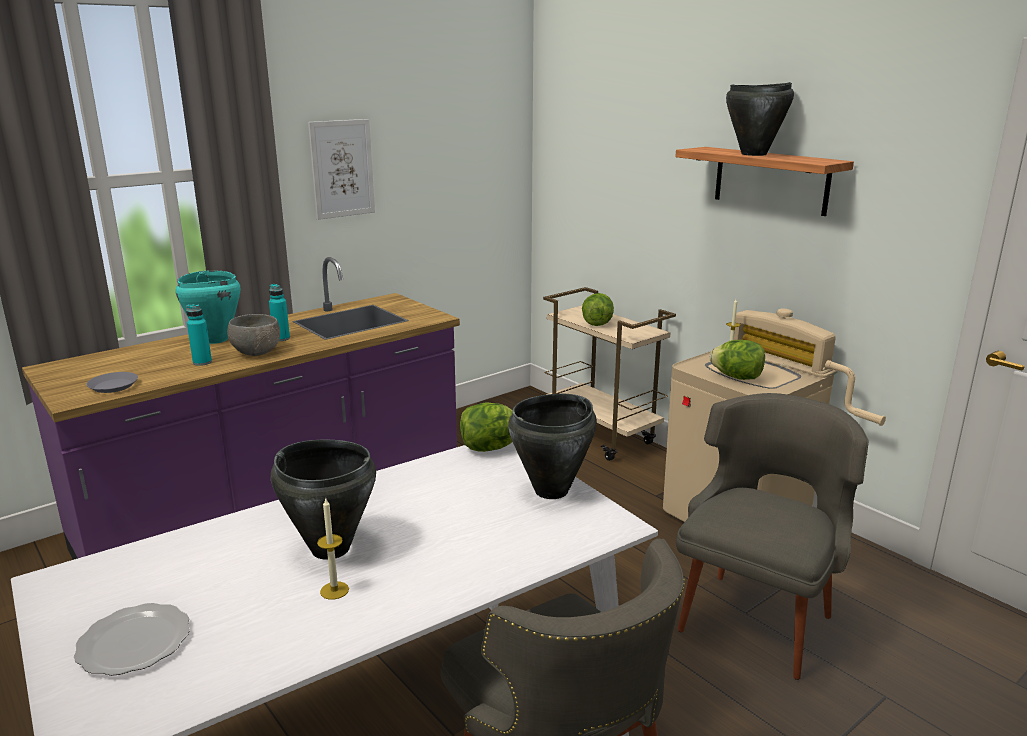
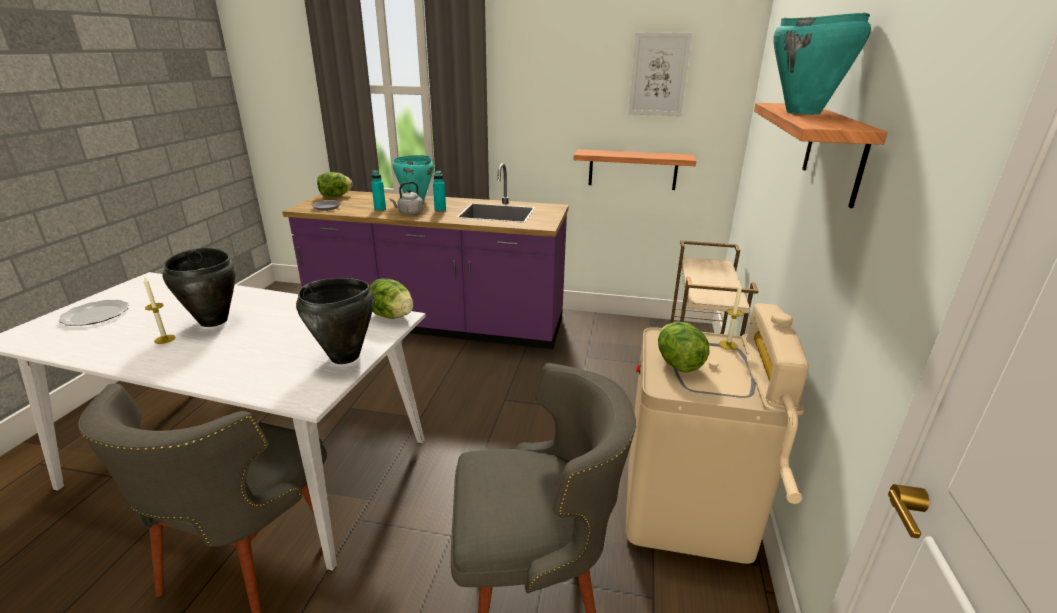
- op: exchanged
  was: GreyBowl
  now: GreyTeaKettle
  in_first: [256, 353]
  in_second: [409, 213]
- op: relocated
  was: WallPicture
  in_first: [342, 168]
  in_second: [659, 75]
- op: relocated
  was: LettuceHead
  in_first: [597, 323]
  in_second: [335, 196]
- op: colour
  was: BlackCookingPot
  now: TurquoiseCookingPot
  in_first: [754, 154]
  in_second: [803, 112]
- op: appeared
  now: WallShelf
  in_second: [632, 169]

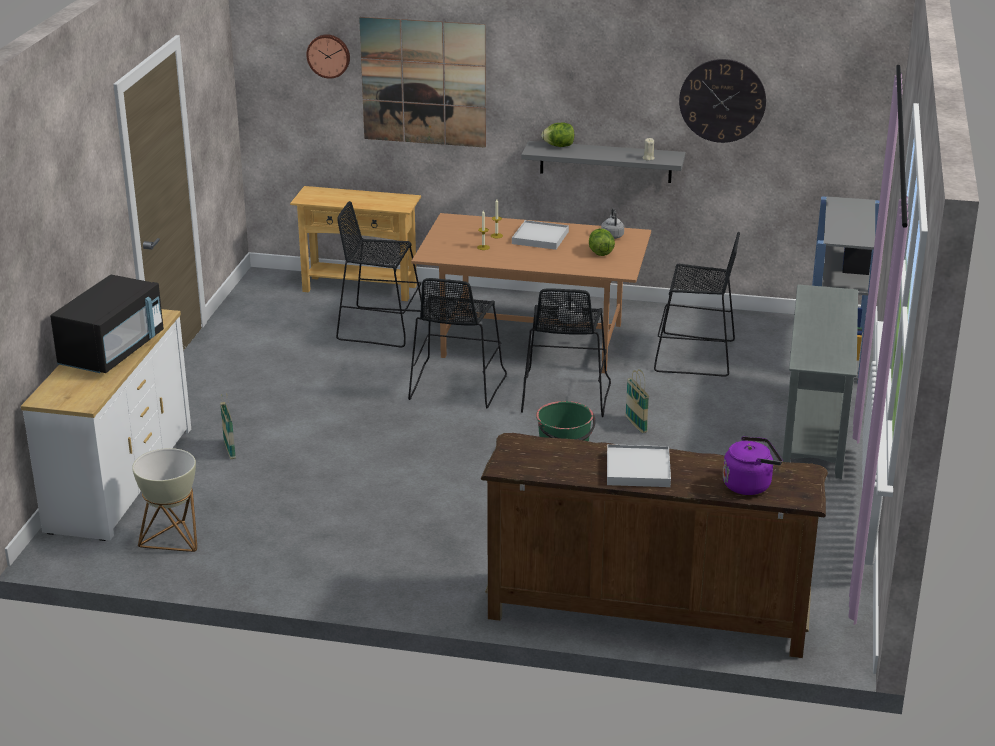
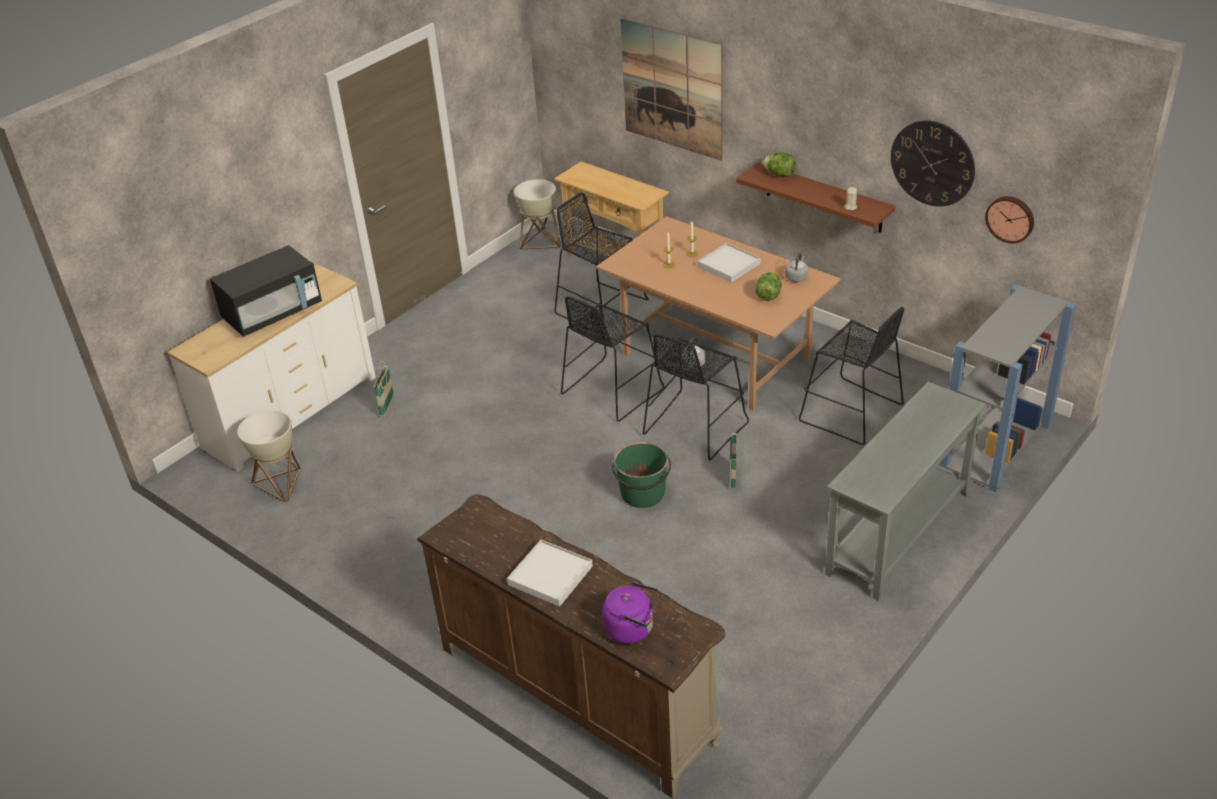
- op: relocated
  was: WallClock
  in_first: [329, 55]
  in_second: [1010, 218]
- op: colour
  was: GreyWallShelf
  now: BrownWallShelf
  in_first: [605, 162]
  in_second: [823, 198]
- op: appeared
  now: FlowerPot
  in_second: [540, 241]

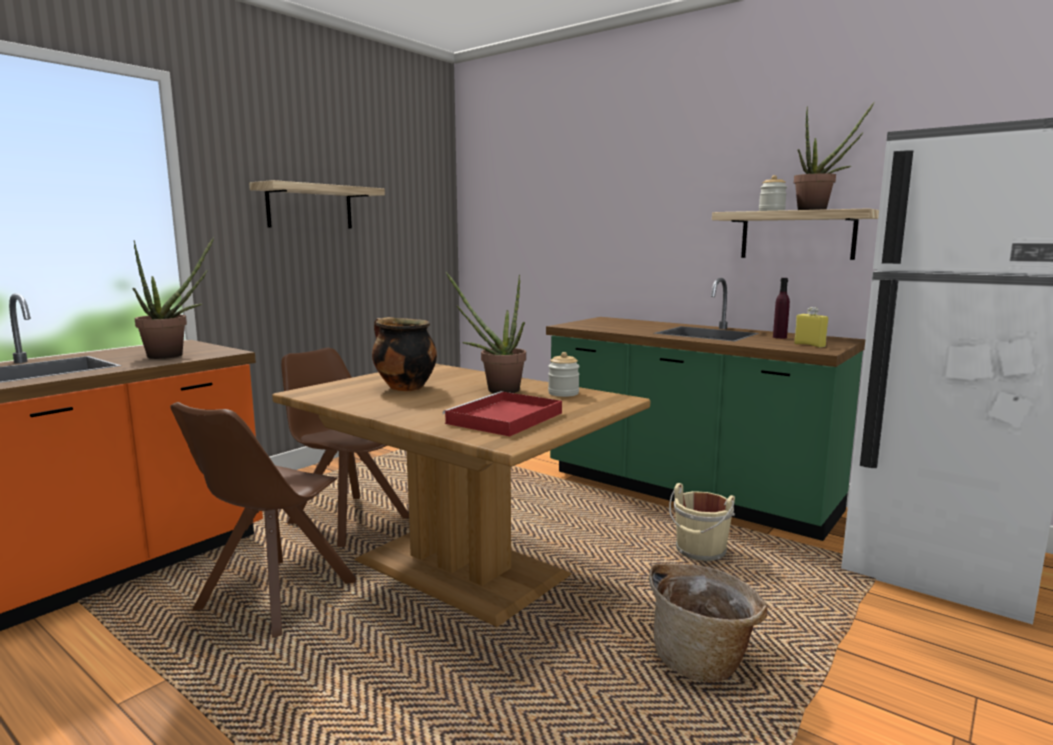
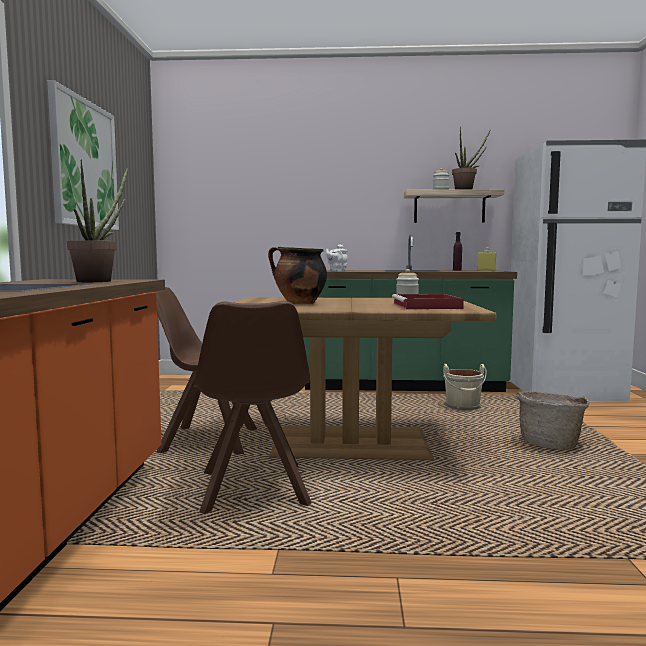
- op: exchanged
  was: WallShelf
  now: WallPicture
  in_first: [310, 207]
  in_second: [84, 164]
- op: missing
  was: PlantInAPot
  in_first: [496, 390]
- op: appeared
  now: WhiteColouredPotForTea
  in_second: [337, 271]

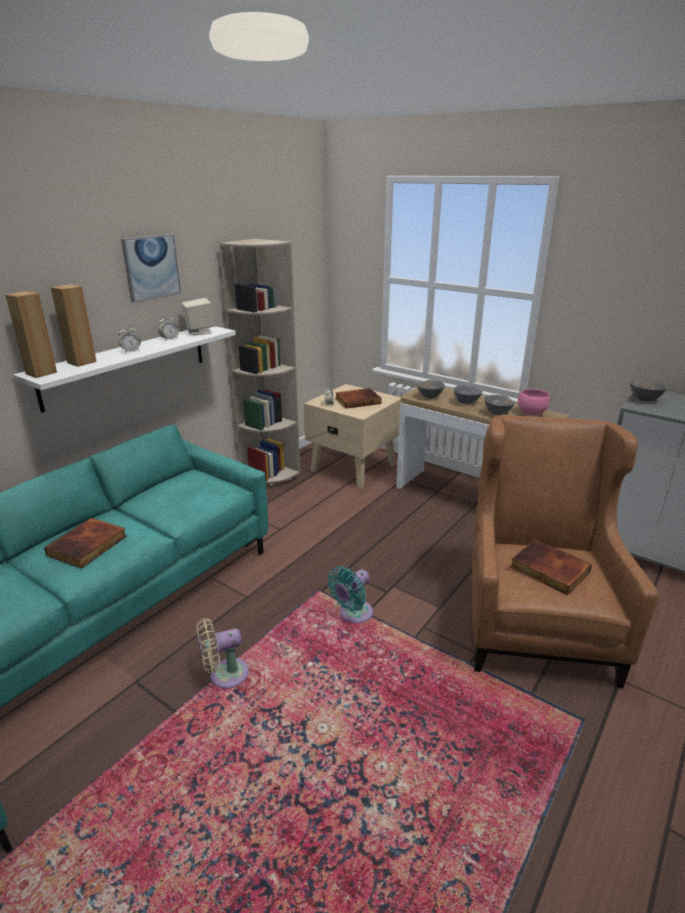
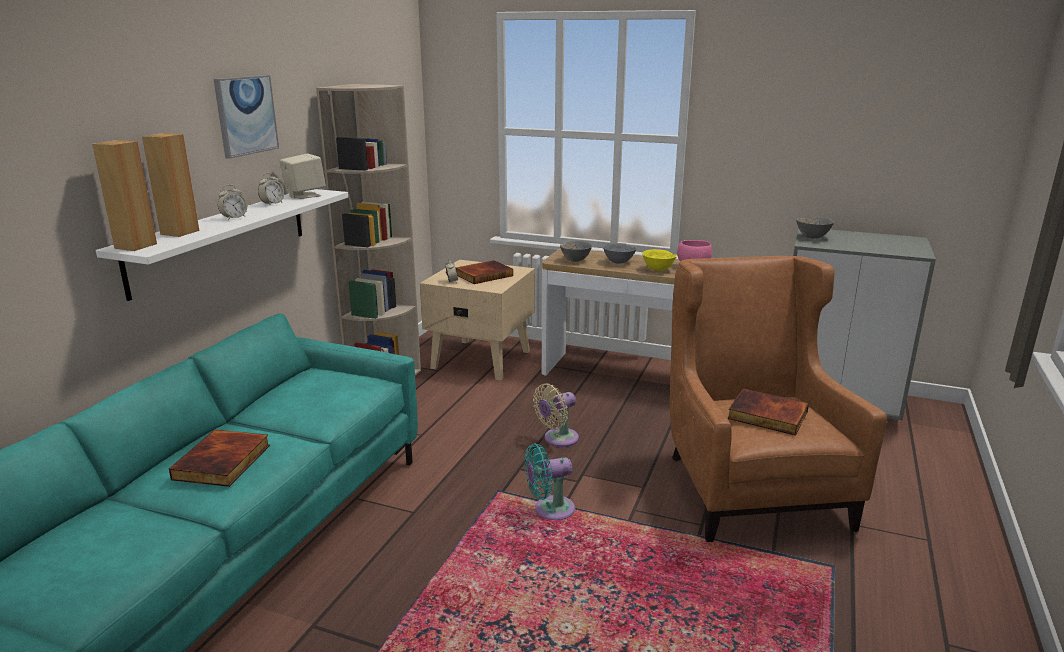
- op: relocated
  was: SandColouredCoolingFan
  in_first: [225, 675]
  in_second: [558, 439]
- op: spun
  was: TurquoiseCoolingFan
  in_first: [353, 614]
  in_second: [550, 510]
  clockwise: 45
- op: colour
  was: GreyBowl
  now: YellowishBowl
  in_first: [497, 413]
  in_second: [658, 269]

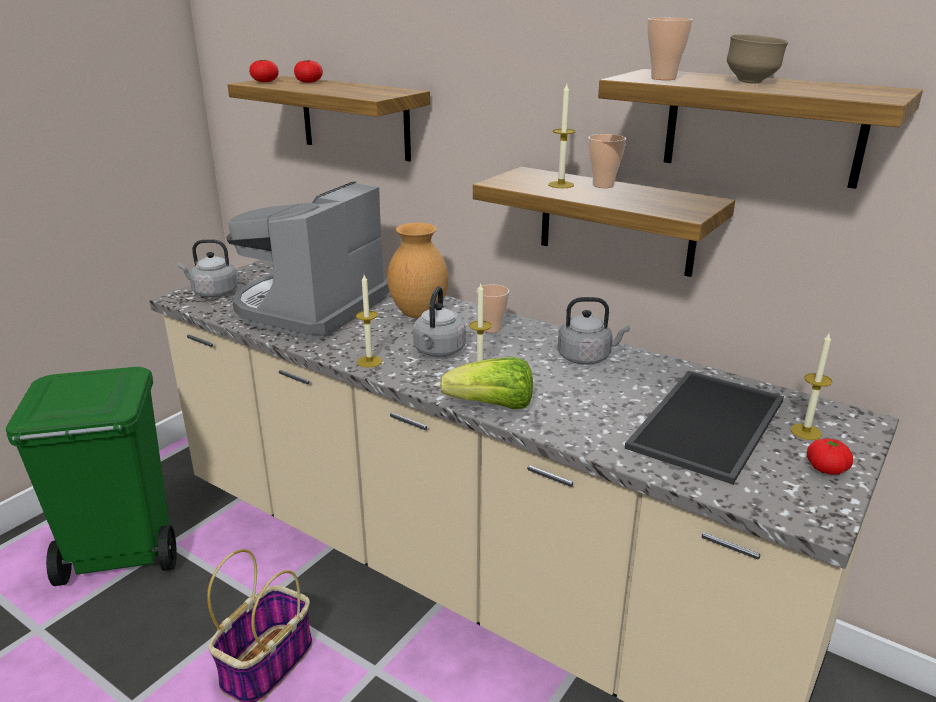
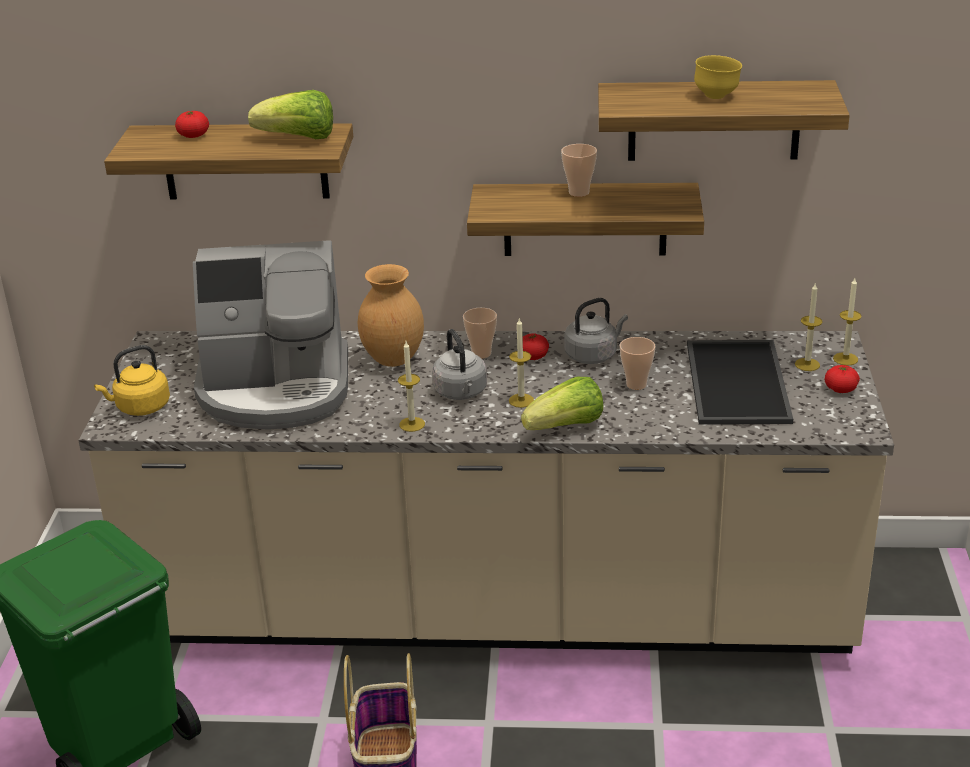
- op: colour
  was: GreyTeaKettle
  now: YellowishTeaKettle
  in_first: [213, 293]
  in_second: [140, 407]
- op: spun
  was: CoffeeMaker
  in_first: [310, 308]
  in_second: [276, 390]
  clockwise: -90
- op: relocated
  was: Tomato
  in_first: [265, 82]
  in_second: [533, 356]
- op: relocated
  was: Candle
  in_first: [561, 185]
  in_second: [845, 359]
- op: relocated
  was: Cup
  in_first: [663, 78]
  in_second: [636, 384]
- op: colour
  was: BrownBowl
  now: YellowishBowl
  in_first: [752, 82]
  in_second: [716, 96]
- op: appeared
  now: LettuceHead
  in_second: [298, 138]

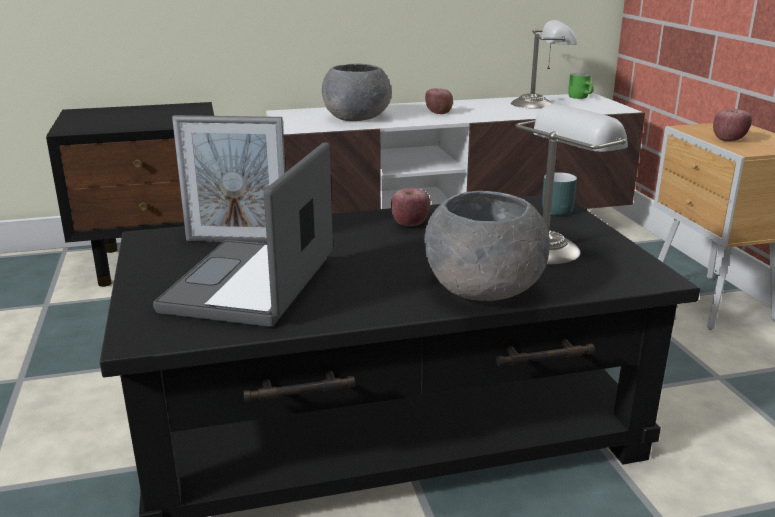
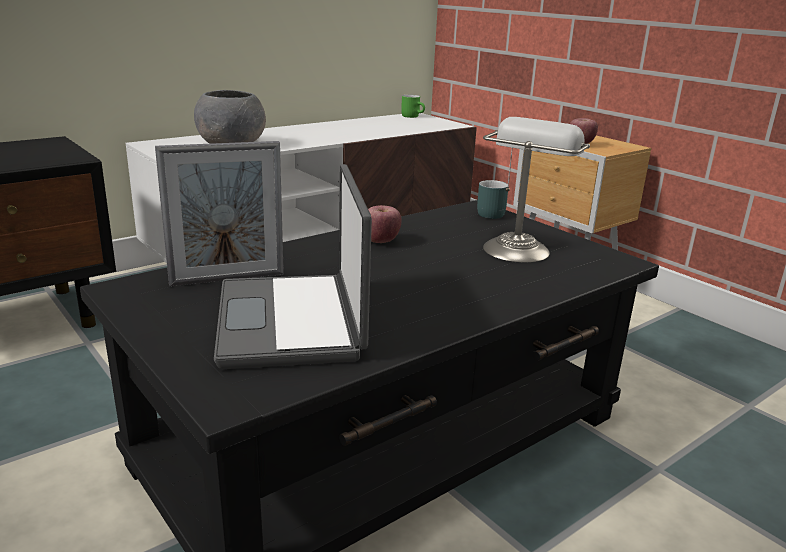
- op: missing
  was: GreyBowl
  in_first: [483, 290]
- op: missing
  was: Apple
  in_first: [438, 113]
- op: missing
  was: WhiteColouredTableLamp
  in_first: [541, 103]

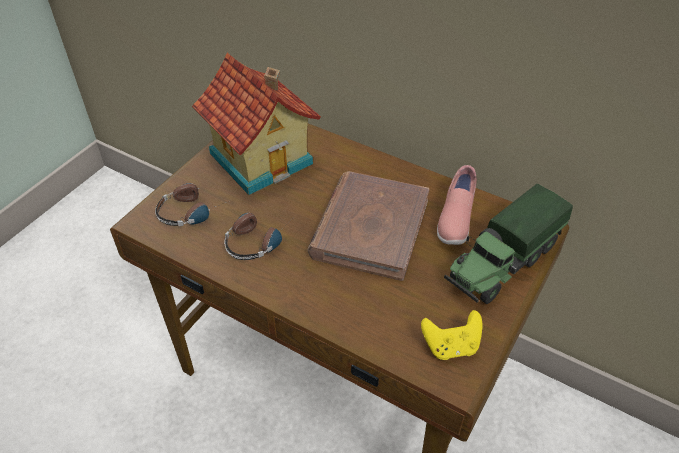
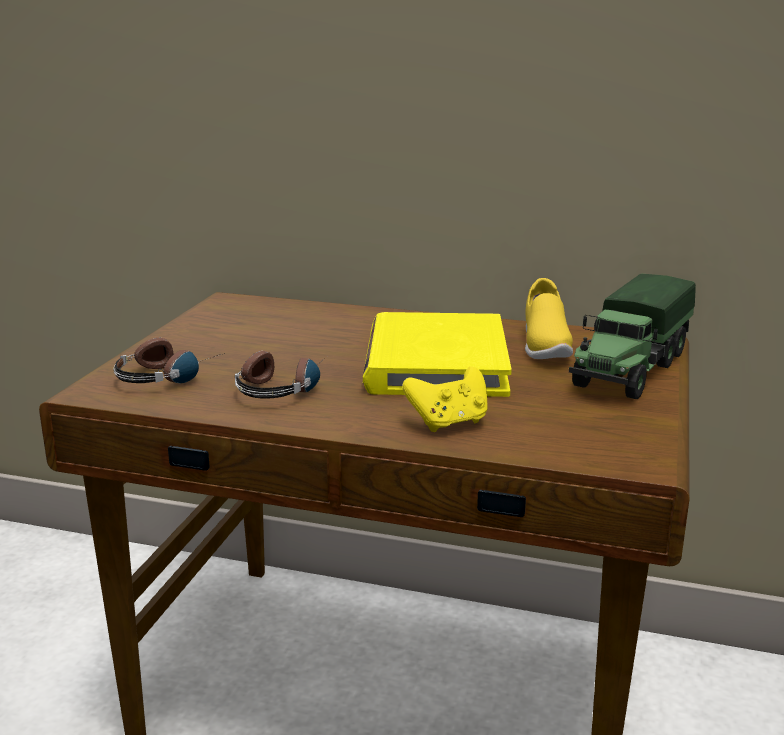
- op: missing
  was: ModelHouse
  in_first: [263, 157]
- op: colour
  was: BrownBoundBook
  now: YellowishBoundBook
  in_first: [370, 228]
  in_second: [435, 363]
- op: relocated
  was: YellowishJoypad
  in_first: [451, 346]
  in_second: [449, 423]
- op: colour
  was: PinkShoe
  now: YellowishShoe
  in_first: [455, 219]
  in_second: [544, 346]

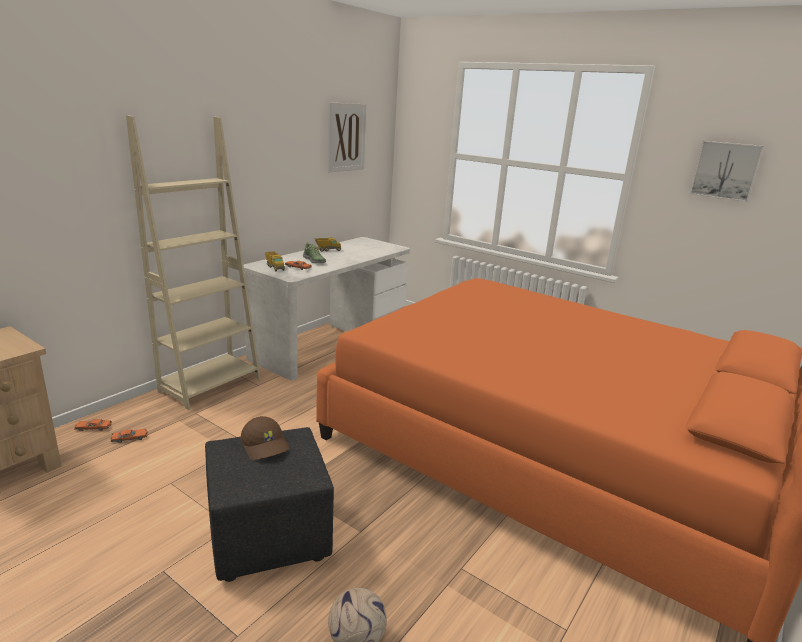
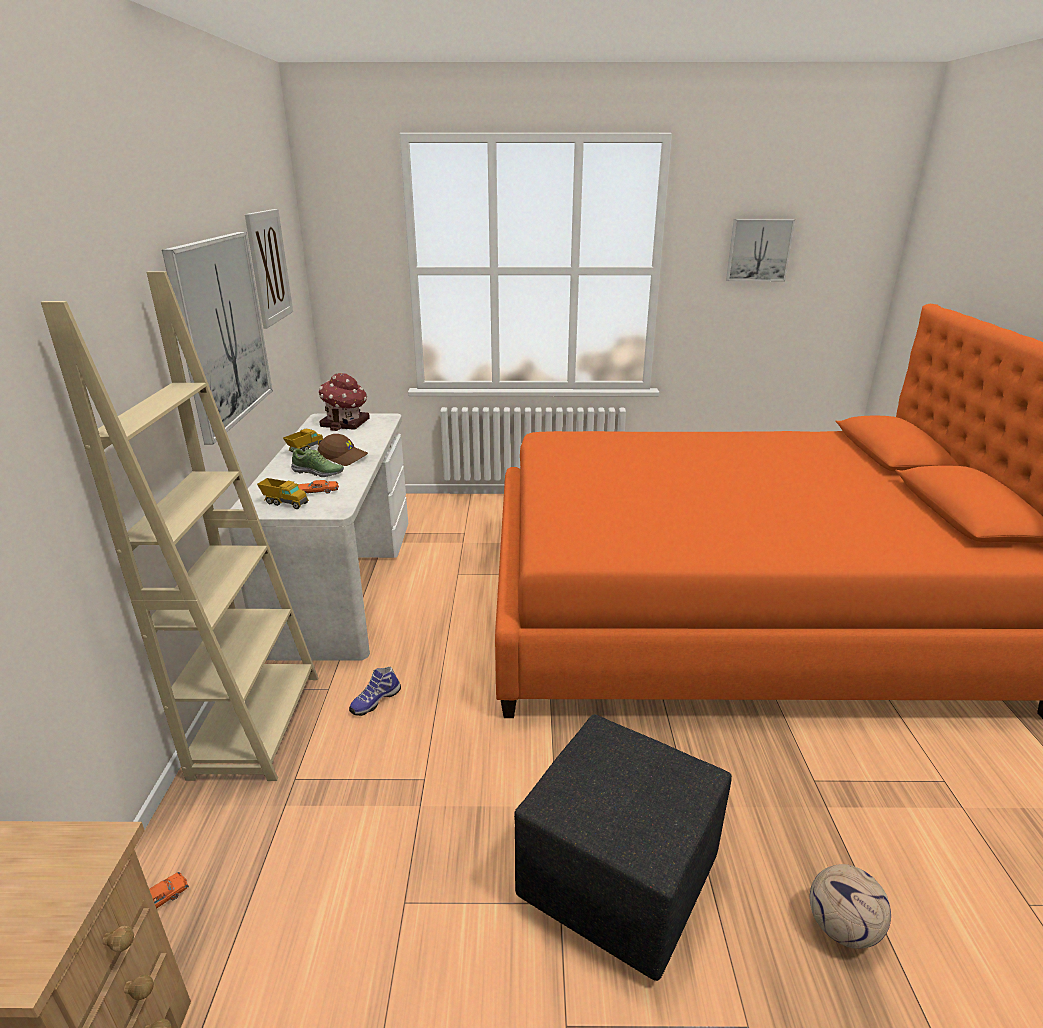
- op: missing
  was: OrangeyToyCar
  in_first: [129, 438]
- op: relocated
  was: BrownBaseballCap
  in_first: [266, 445]
  in_second: [344, 457]
- op: appeared
  now: WallPicture
  in_second: [222, 332]
- op: appeared
  now: ModelHouse
  in_second: [346, 423]
- op: appeared
  now: Shoe
  in_second: [375, 700]

